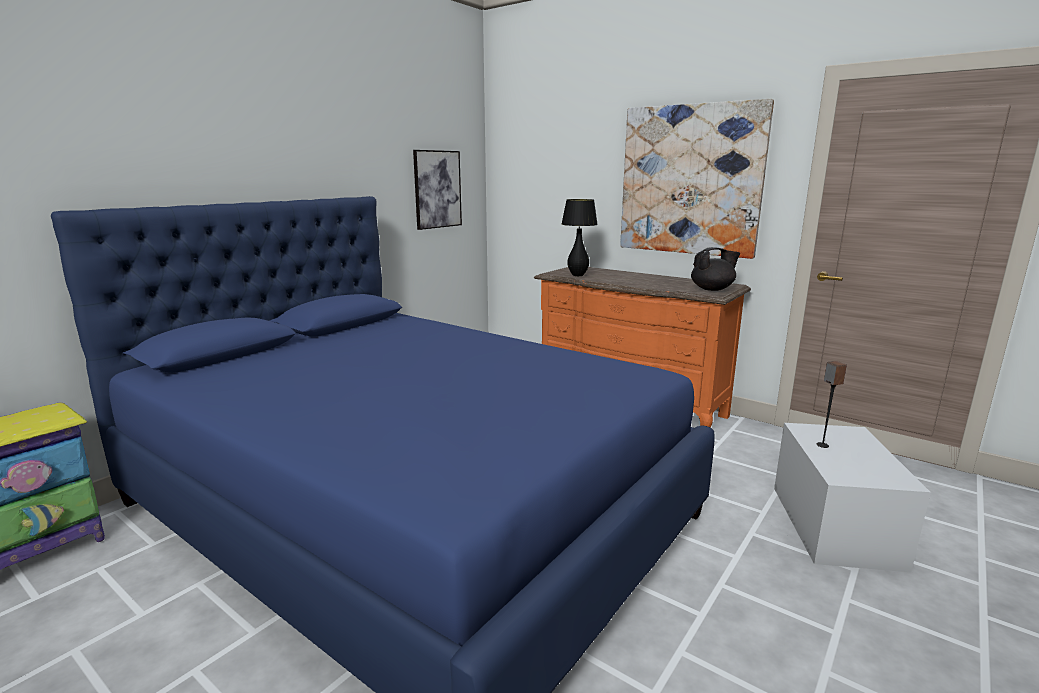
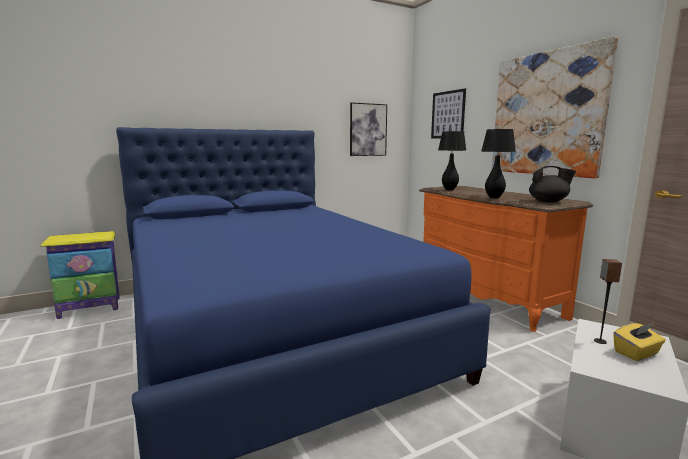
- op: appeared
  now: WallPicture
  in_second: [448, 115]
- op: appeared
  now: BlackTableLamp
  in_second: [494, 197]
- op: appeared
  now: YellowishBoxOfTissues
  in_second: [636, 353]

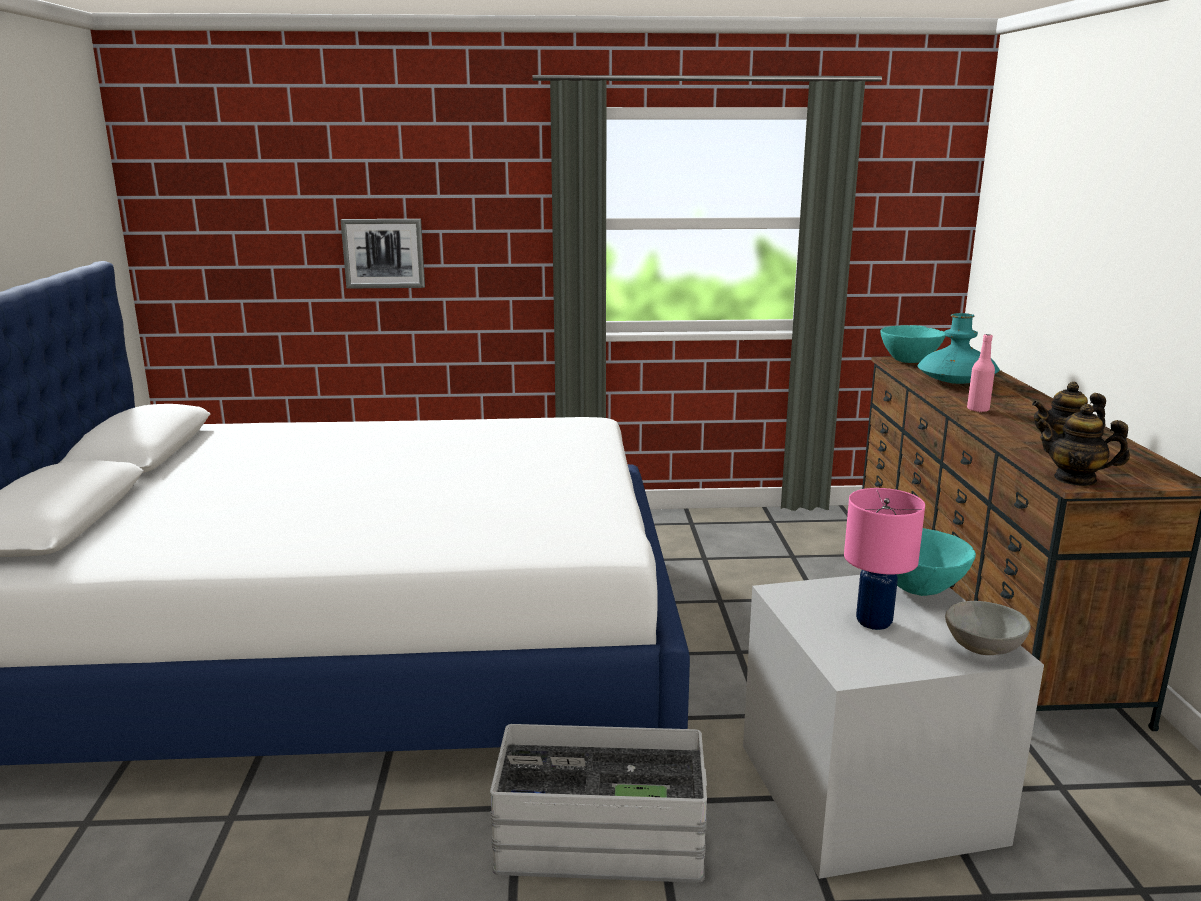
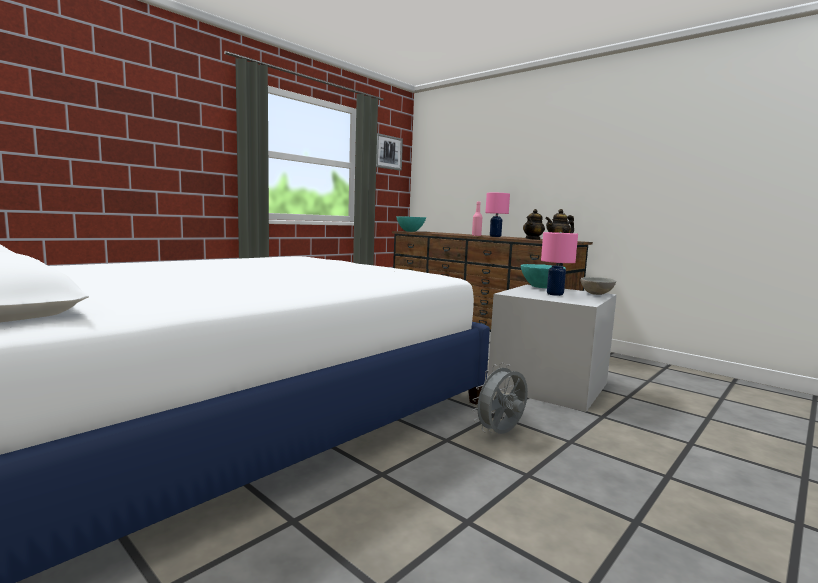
- op: relocated
  was: WallPicture
  in_first: [383, 253]
  in_second: [388, 152]
- op: exchanged
  was: GreyStorageBin
  now: GreyCoolingFan
  in_first: [599, 838]
  in_second: [500, 434]
- op: missing
  was: TurquoiseVase
  in_first: [956, 382]
- op: appeared
  now: PinkTableLamp
  in_second: [496, 236]

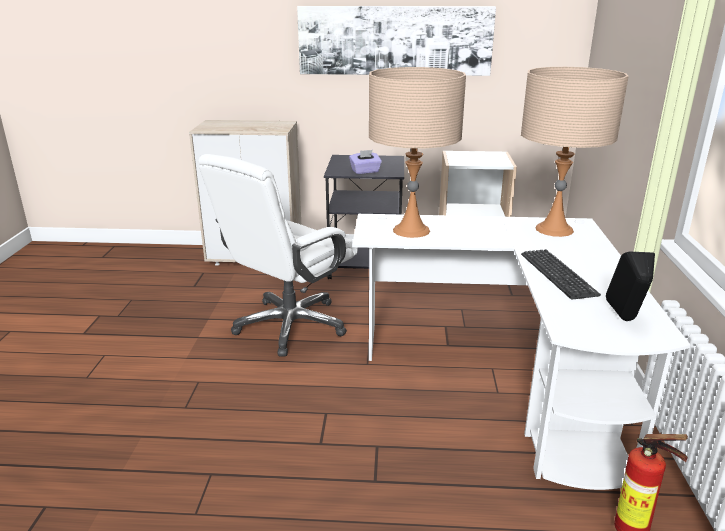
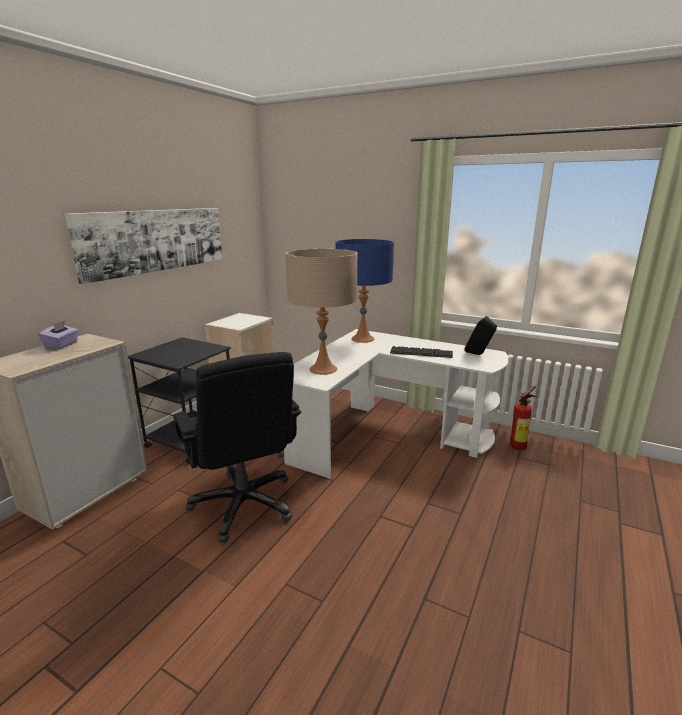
- op: colour
  was: WhiteColouredComputerChair
  now: BlackComputerChair
  in_first: [290, 326]
  in_second: [244, 504]
- op: relocated
  was: PurplishBoxOfTissues
  in_first: [365, 171]
  in_second: [62, 345]
- op: colour
  was: SandColouredTableLamp
  now: BluishTableLamp
  in_first: [554, 229]
  in_second: [362, 339]

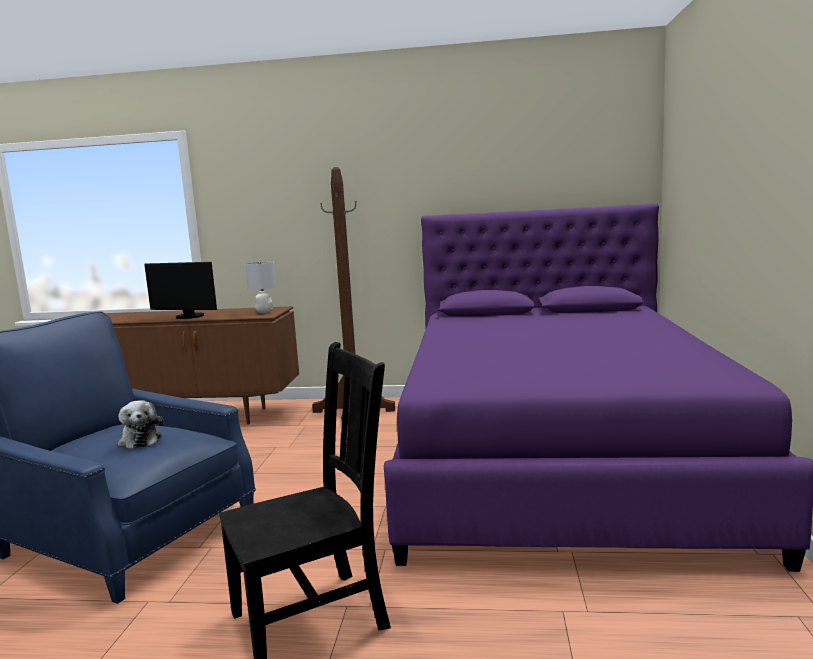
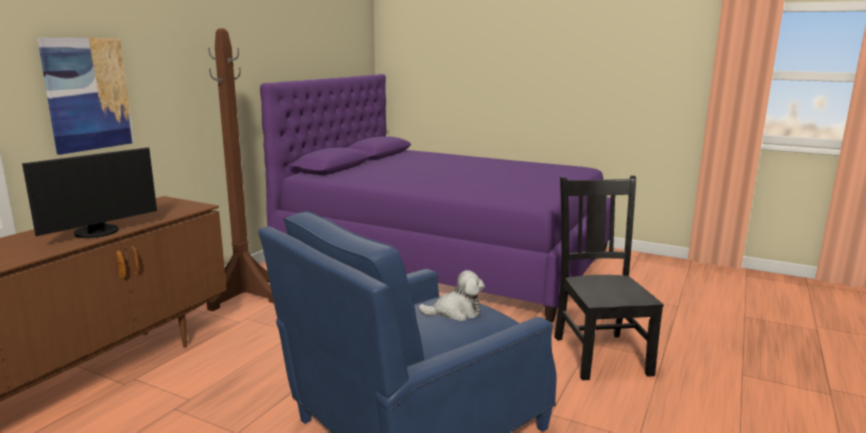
- op: missing
  was: GreyTableLamp
  in_first: [264, 312]
- op: appeared
  now: WallPicture
  in_second: [88, 94]

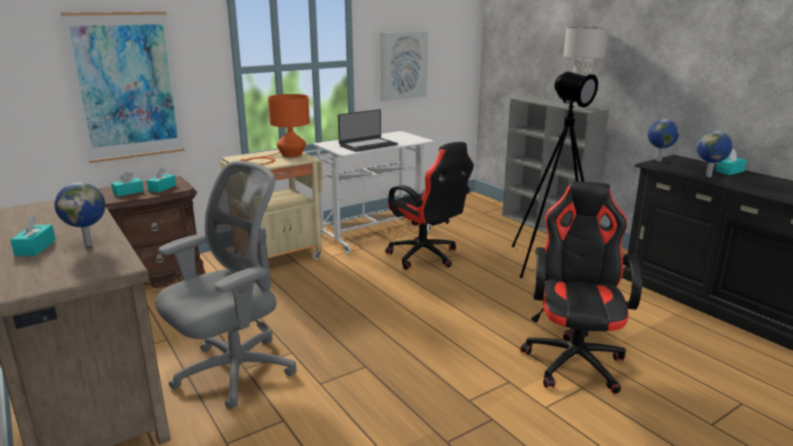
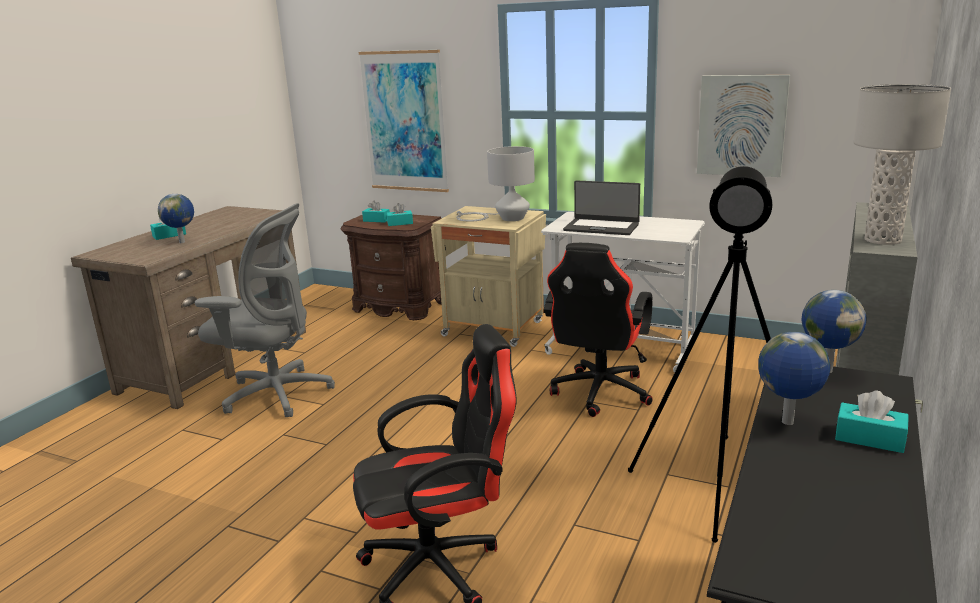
- op: colour
  was: OrangeyTableLamp
  now: WhiteColouredTableLamp
  in_first: [279, 157]
  in_second: [496, 218]

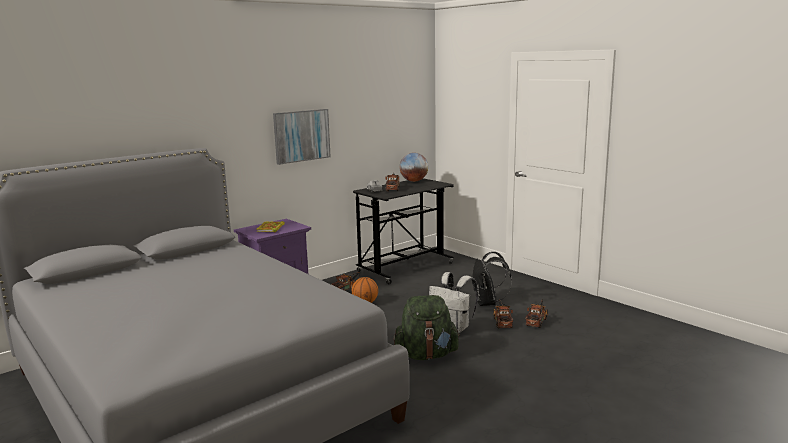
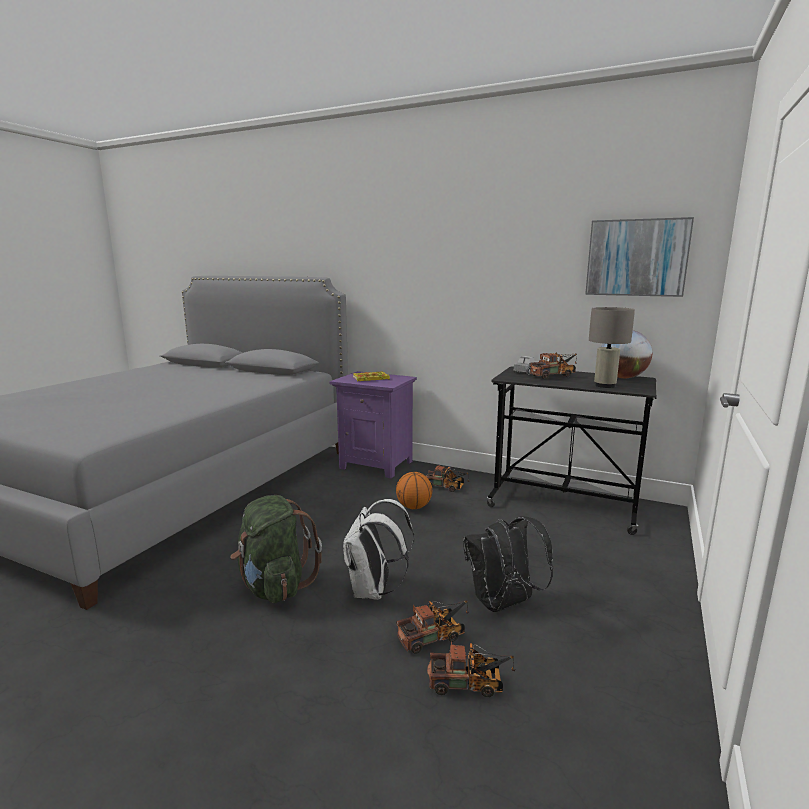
- op: relocated
  was: WallPicture
  in_first: [301, 135]
  in_second: [636, 258]
- op: appeared
  now: GreyTableLamp
  in_second: [604, 385]

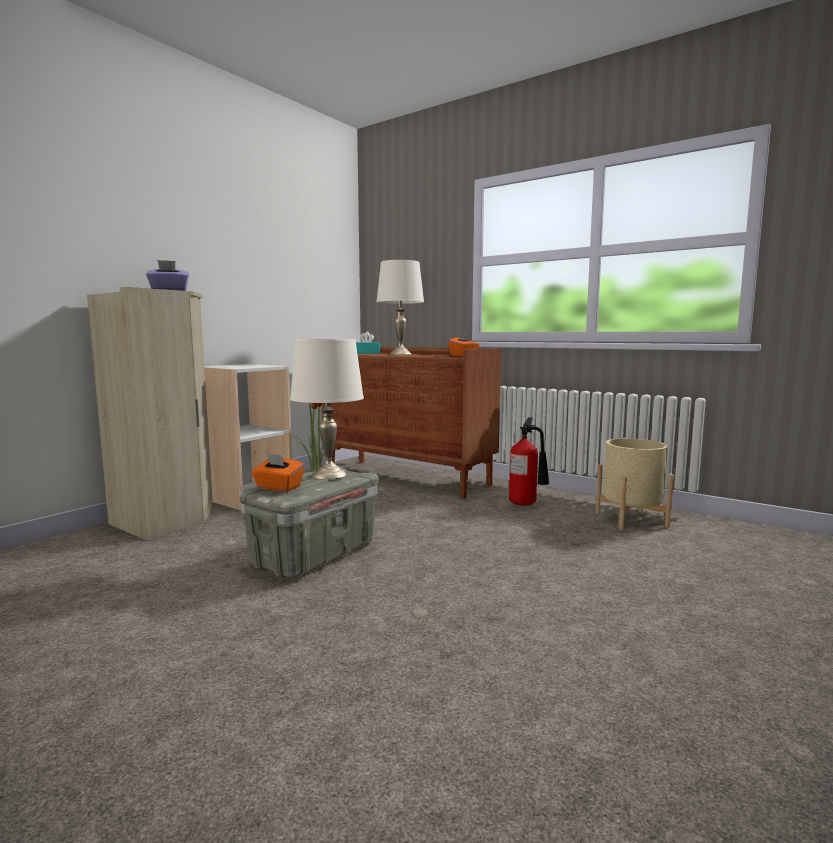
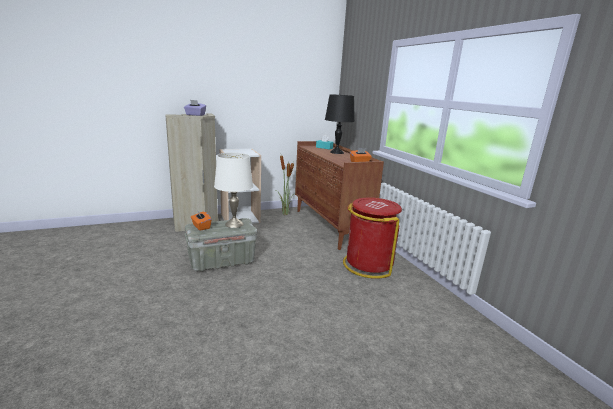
- op: colour
  was: WhiteColouredTableLamp
  now: BlackTableLamp
  in_first: [400, 354]
  in_second: [337, 152]
- op: exchanged
  was: FireFightingCylinder
  now: RedTrashCan
  in_first: [527, 504]
  in_second: [368, 265]
- op: missing
  was: SandColouredFlowerPot
  in_first: [631, 519]

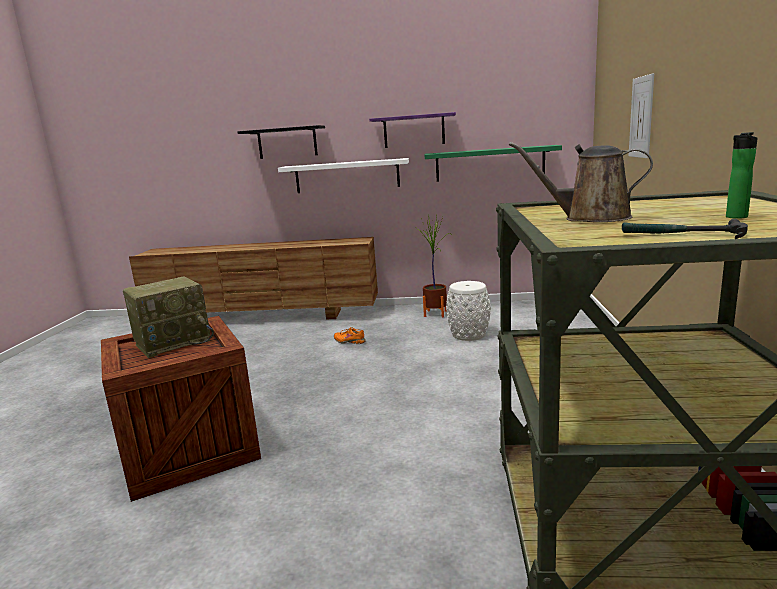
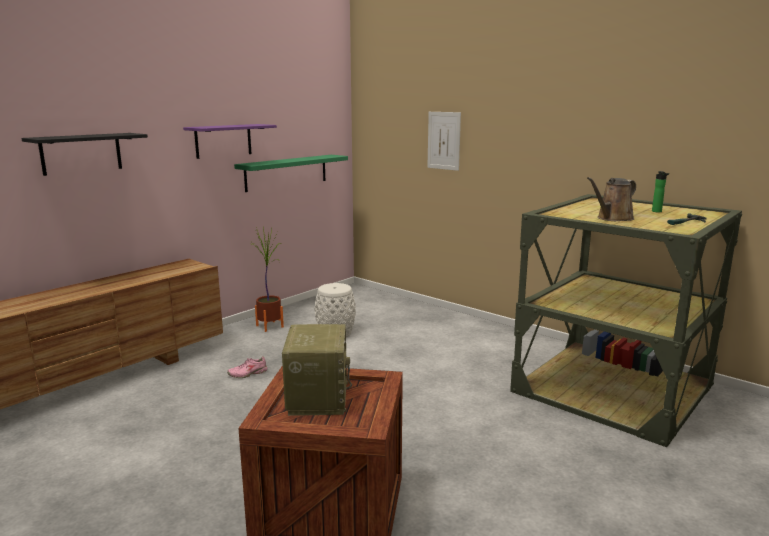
- op: missing
  was: WhiteColouredWallShelf
  in_first: [347, 176]
- op: colour
  was: OrangeyShoe
  now: PinkShoe
  in_first: [349, 341]
  in_second: [248, 373]

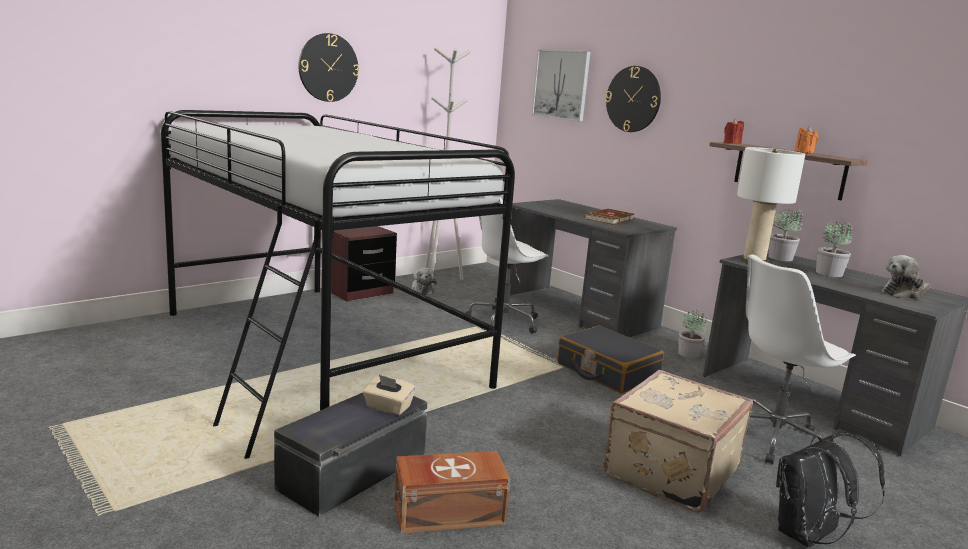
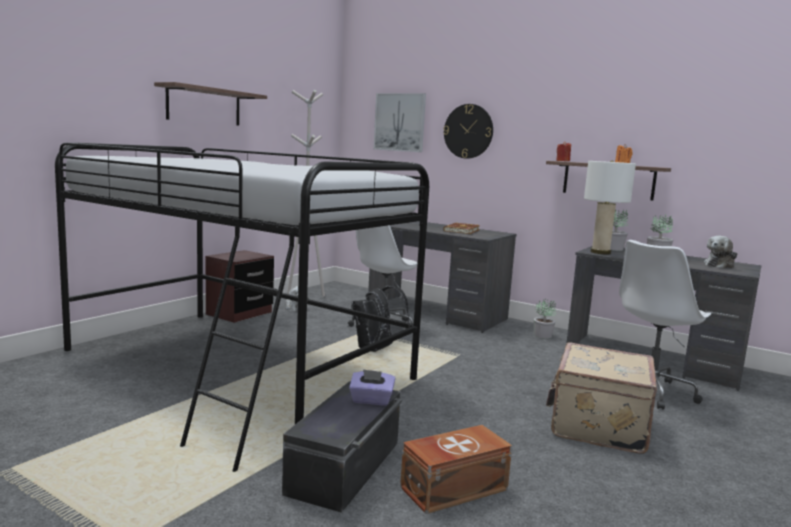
- op: exchanged
  was: WallClock
  now: WallShelf
  in_first: [328, 67]
  in_second: [204, 106]
- op: colour
  was: SandColouredBoxOfTissues
  now: PurplishBoxOfTissues
  in_first: [388, 408]
  in_second: [371, 400]
- op: missing
  was: BlackPieceOfLuggage
  in_first: [607, 371]
- op: relocated
  was: BlackBackpack
  in_first: [808, 537]
  in_second: [376, 349]

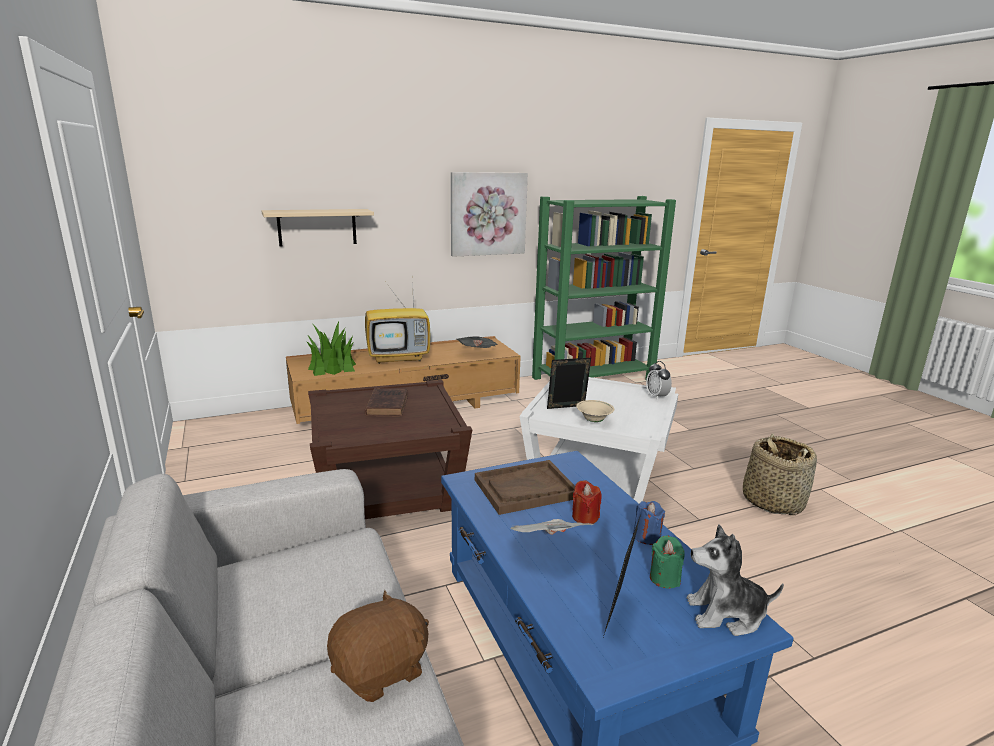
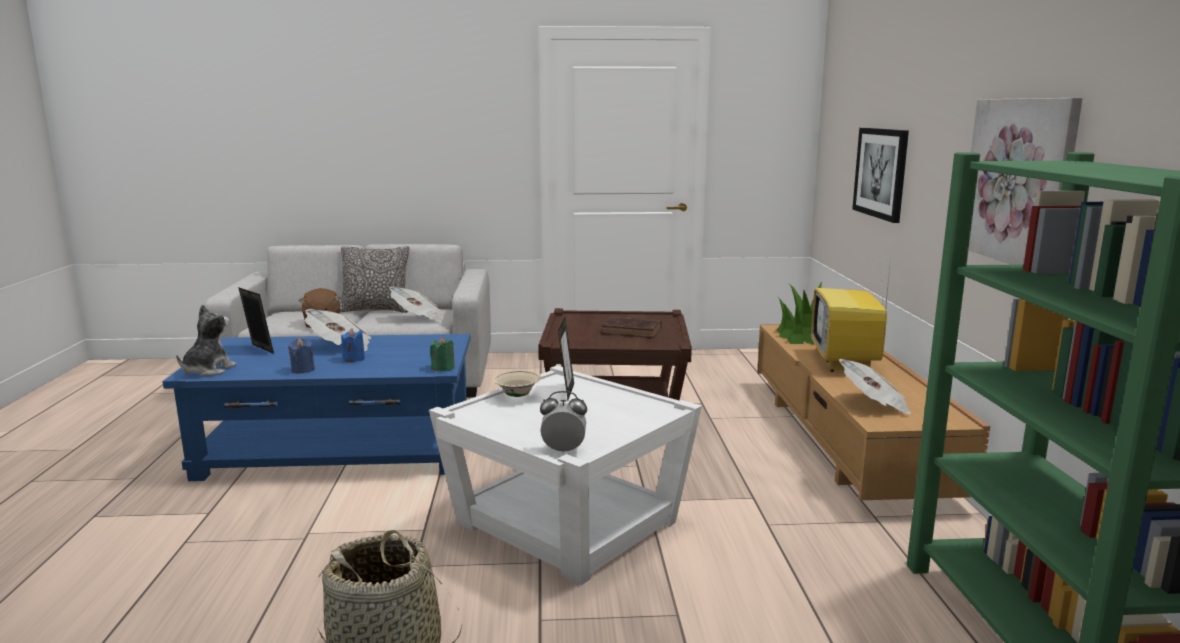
- op: exchanged
  was: SandColouredWallShelf
  now: WallPicture
  in_first: [317, 227]
  in_second: [881, 173]
- op: missing
  was: BrownServingTray
  in_first: [525, 489]
- op: colour
  was: RedCandle
  now: BluishCandle
  in_first: [585, 517]
  in_second: [354, 359]
- op: relocated
  was: GreenCandle
  in_first: [664, 578]
  in_second: [443, 368]
- op: appeared
  now: Pillow
  in_second: [376, 310]
- op: appeared
  now: Newspaper
  in_second: [418, 318]

